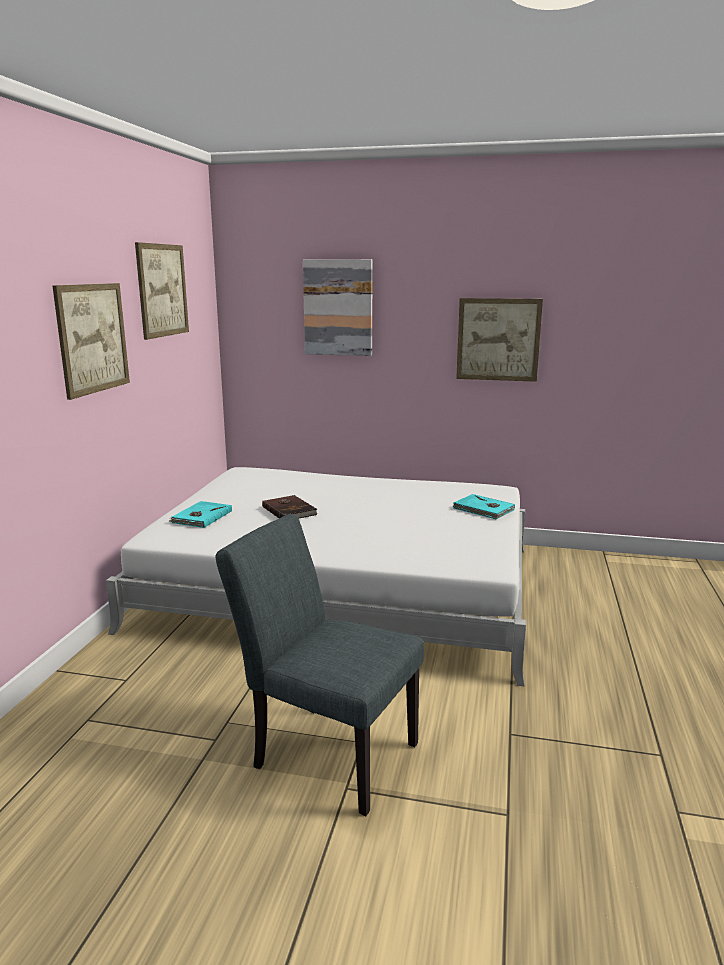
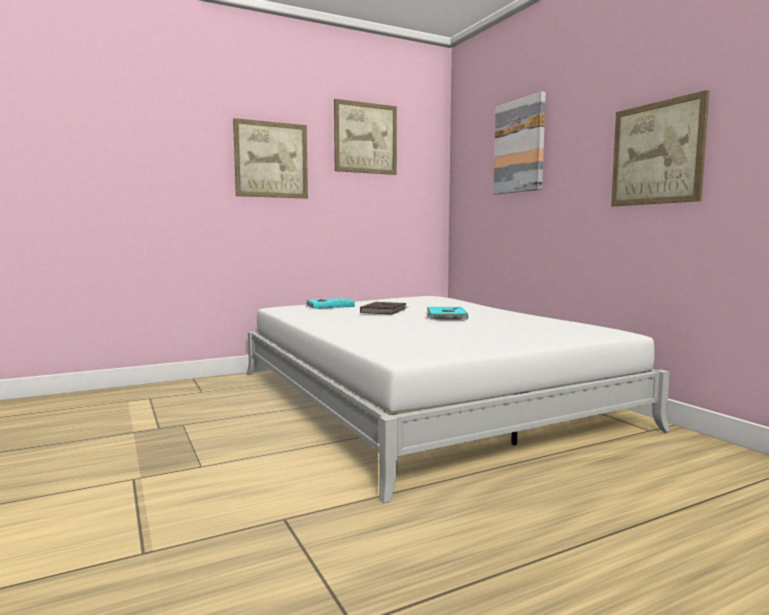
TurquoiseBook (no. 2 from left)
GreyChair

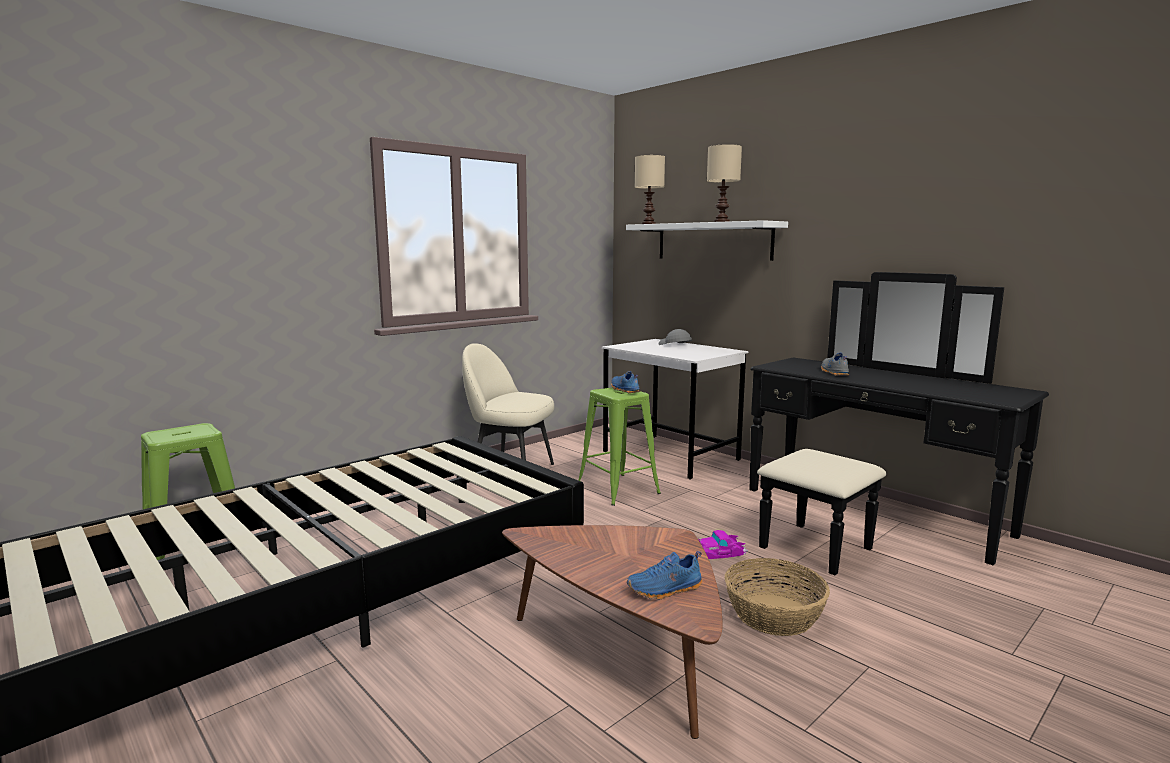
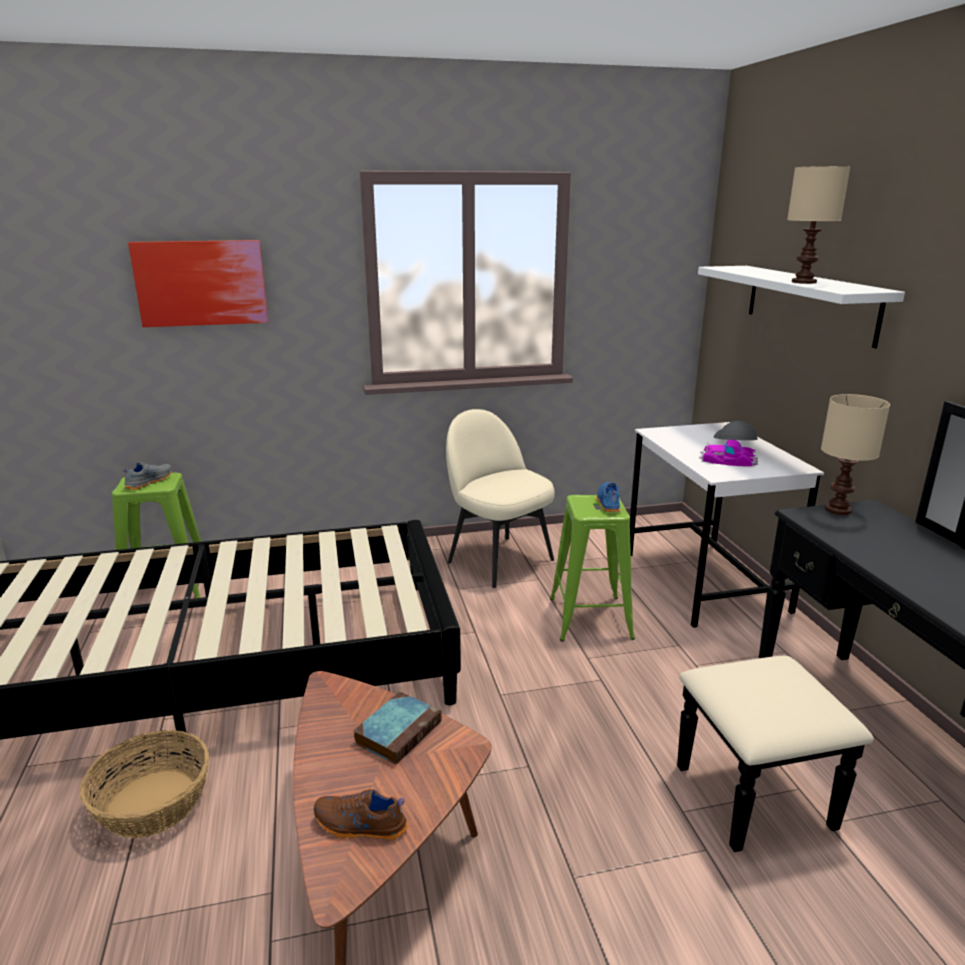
Basket
GreyShoe
Picture
BrownShoe
Book
ToyCar
BeigeTableLamp (no. 2 from left)

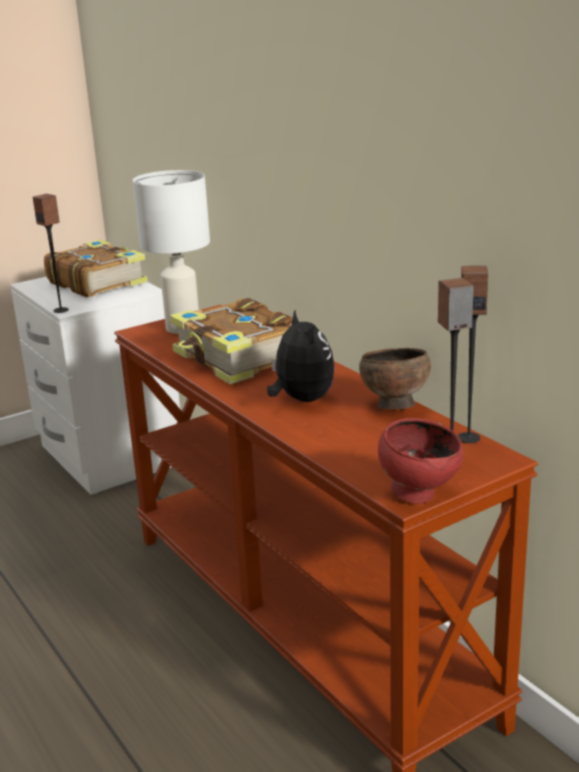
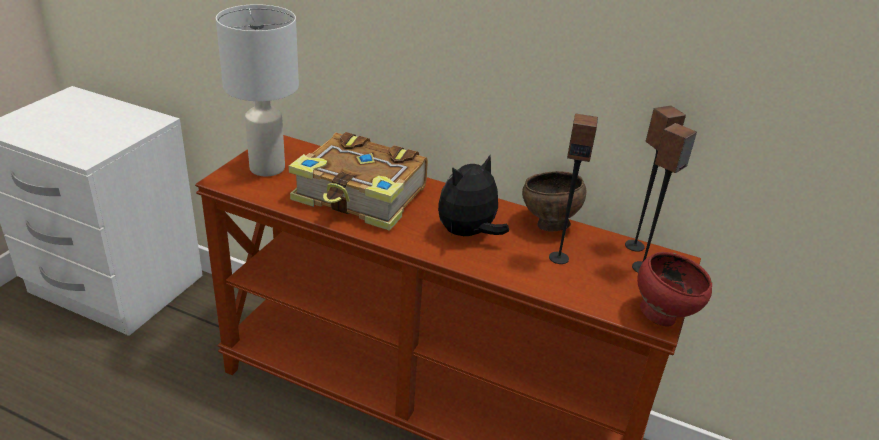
PlushToy
Speaker (no. 1 from left)
Book (no. 1 from left in the first image)

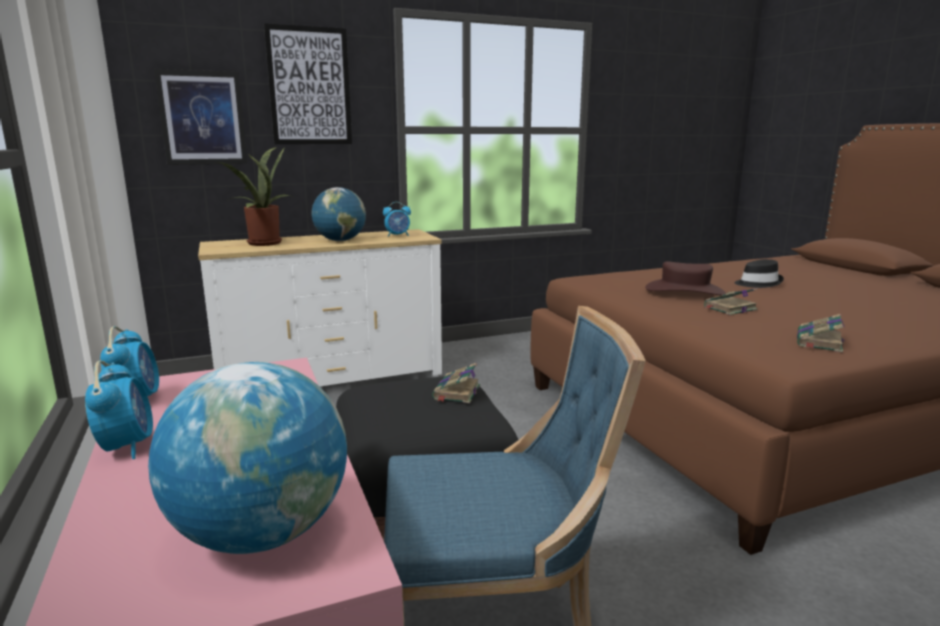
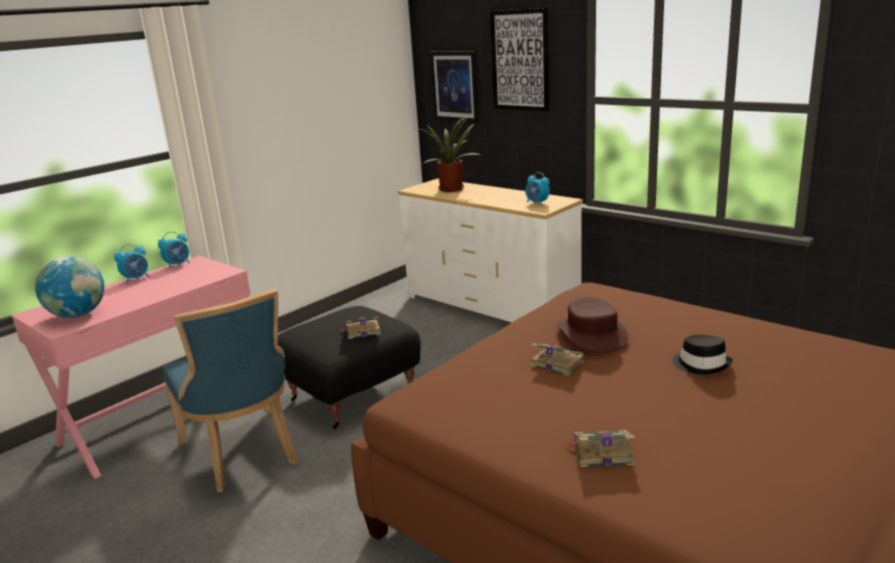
Book (no. 3 from left)
Globe (no. 2 from left in the first image)

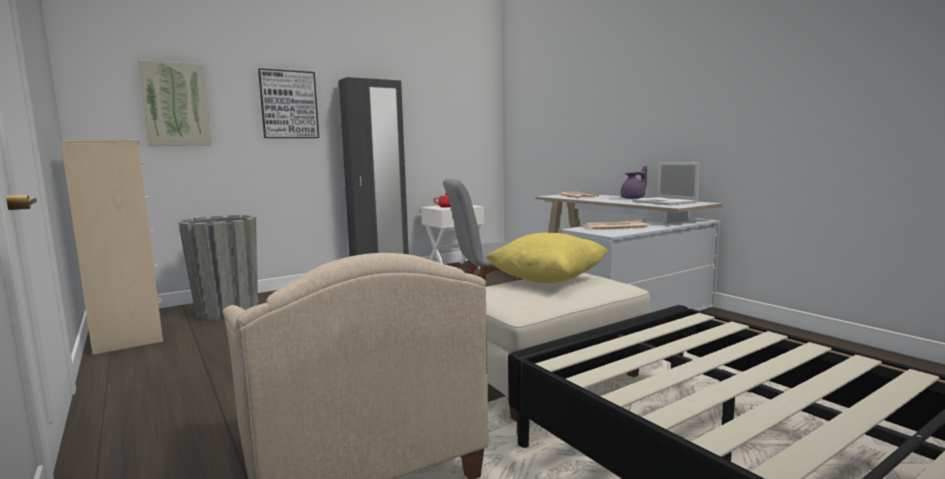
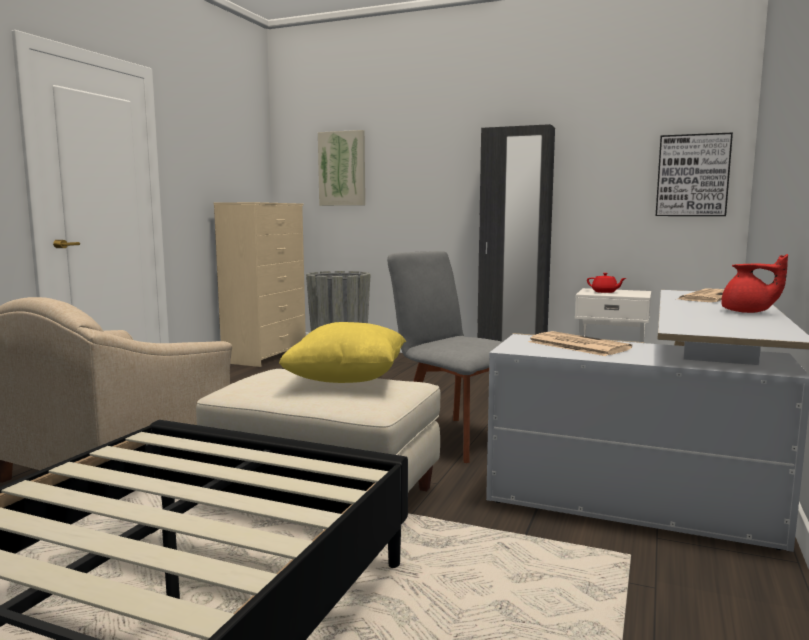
Picture (no. 2 from left)
RedTeapot (no. 2 from left)
Laptop

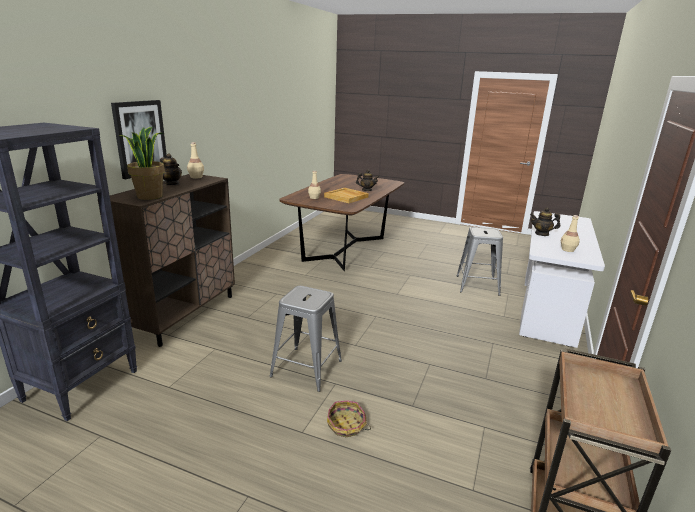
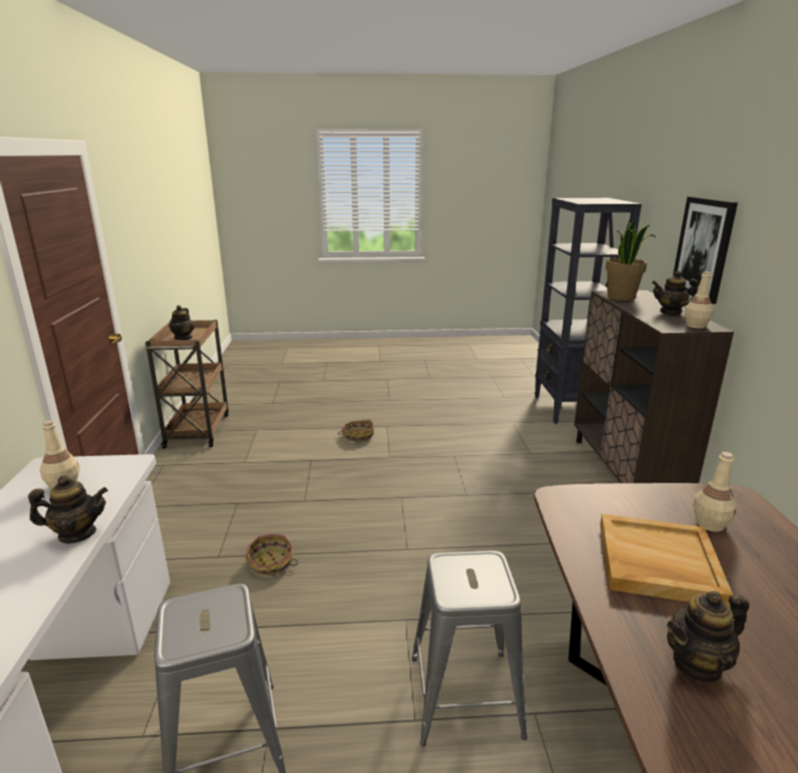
Teapot (no. 2 from left)
Basket (no. 1 from left)
GreyStool (no. 2 from left)

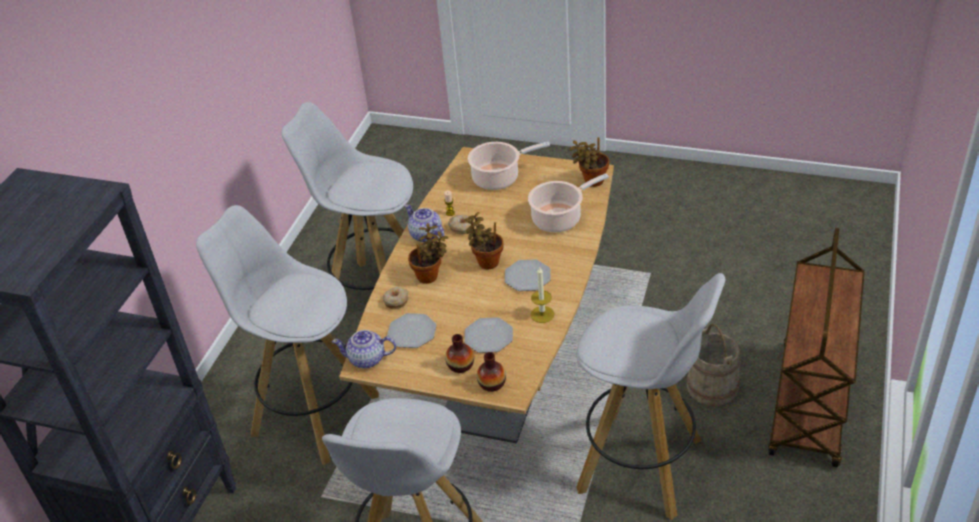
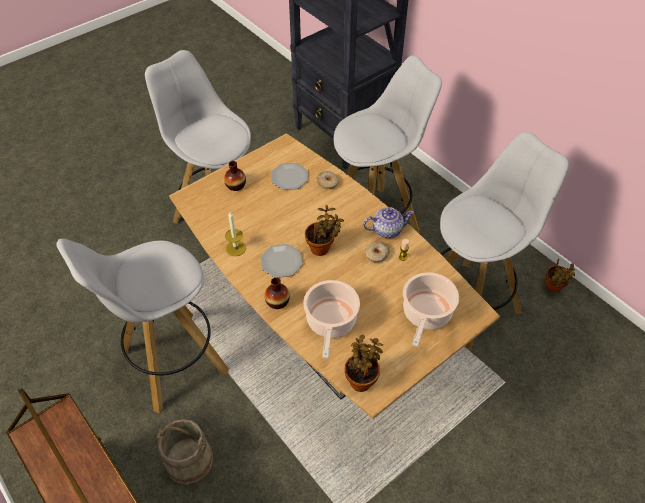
Vase (no. 2 from left)
PottedPlant (no. 3 from left)
Teapot (no. 1 from left in the first image)
Plate (no. 2 from left in the first image)

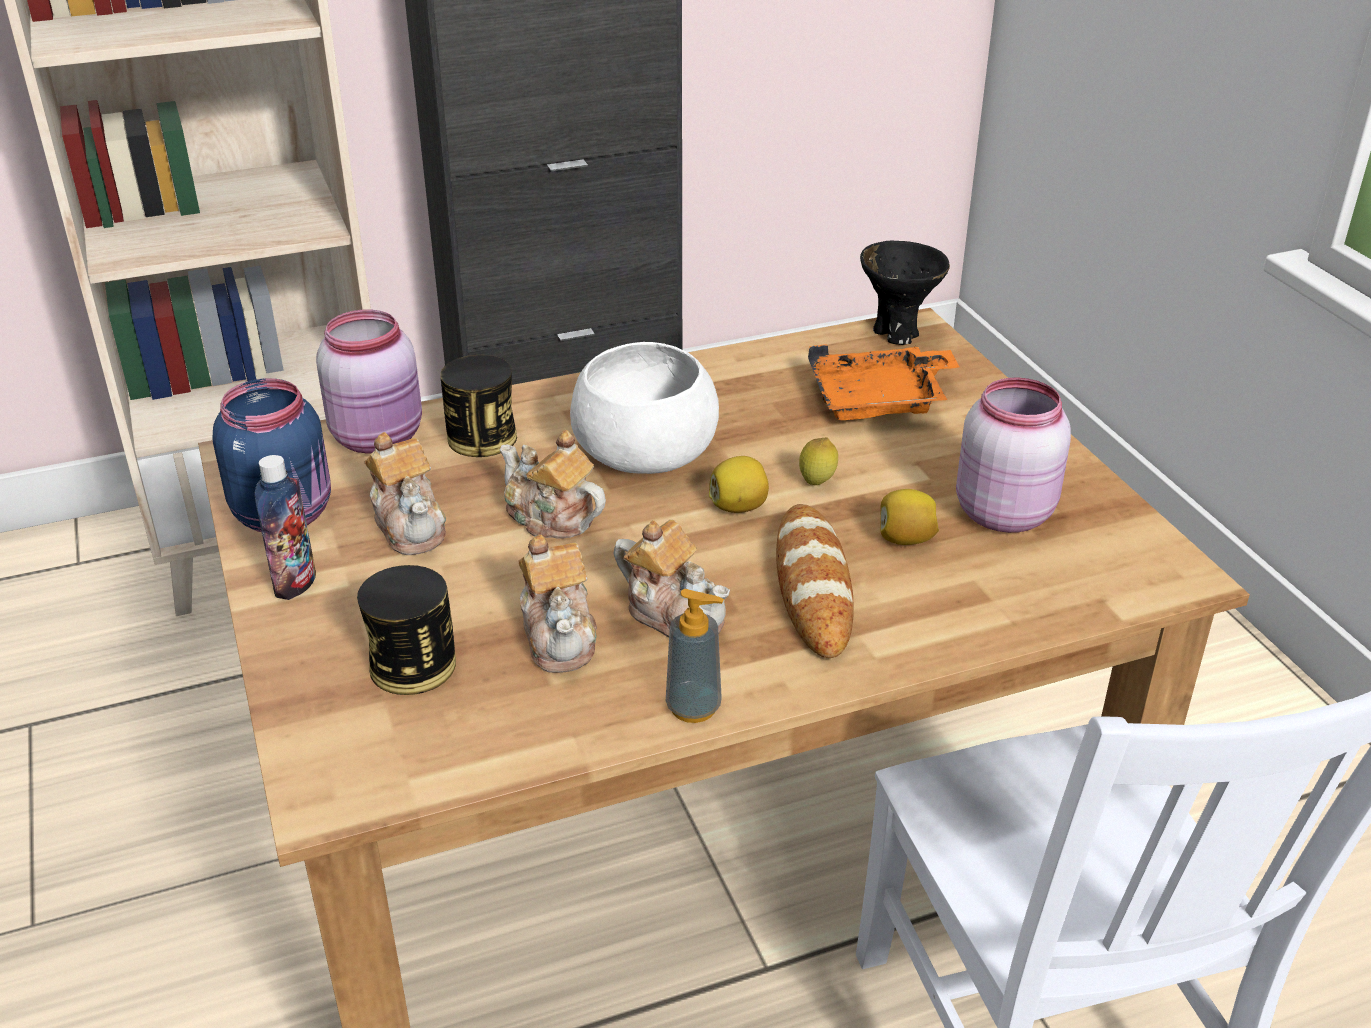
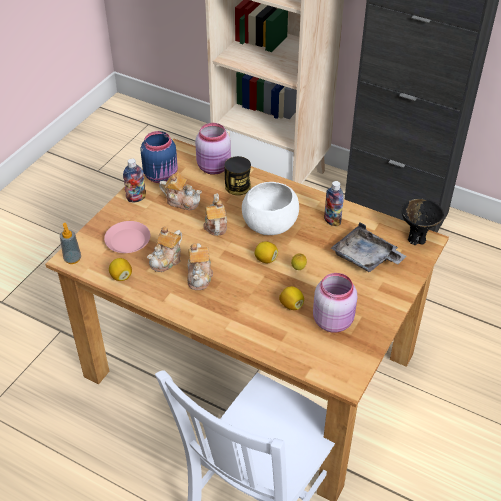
SoapDispenser
PinkPlate
Lemon (no. 1 from left)
Teapot (no. 2 from left)
Bottle (no. 2 from left)
GreyTray
Bread

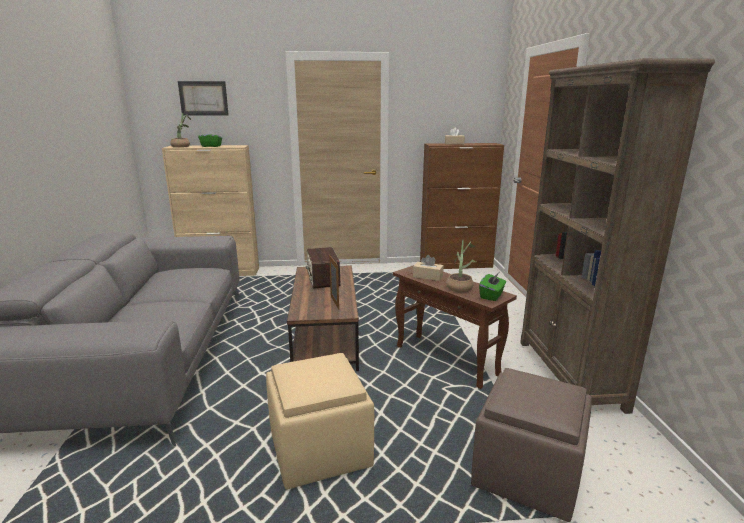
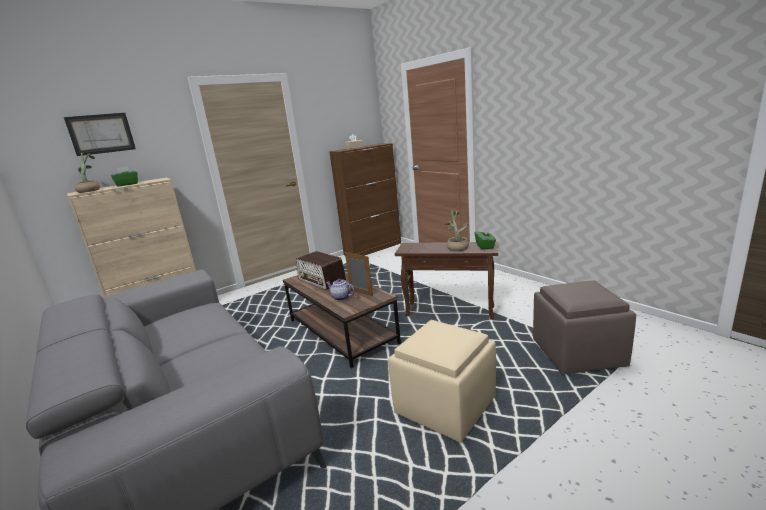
Teapot
BeigeTissueBox (no. 1 from left in the first image)
BrownBookcase

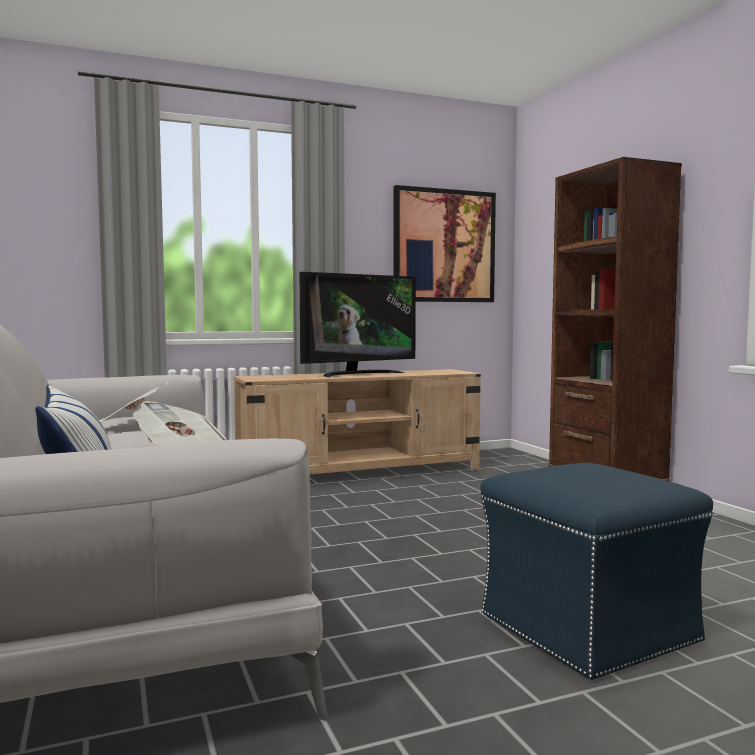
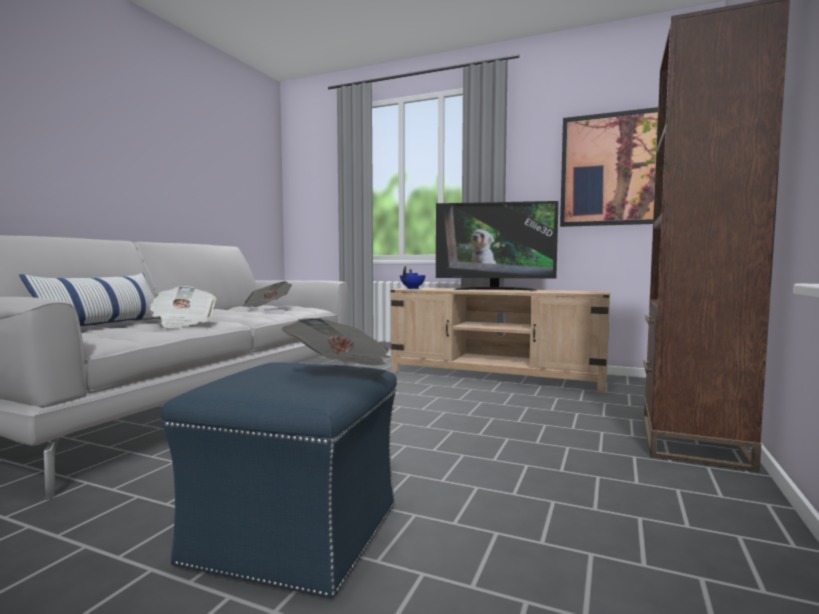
Newspaper (no. 3 from left)
BlueTeapot

